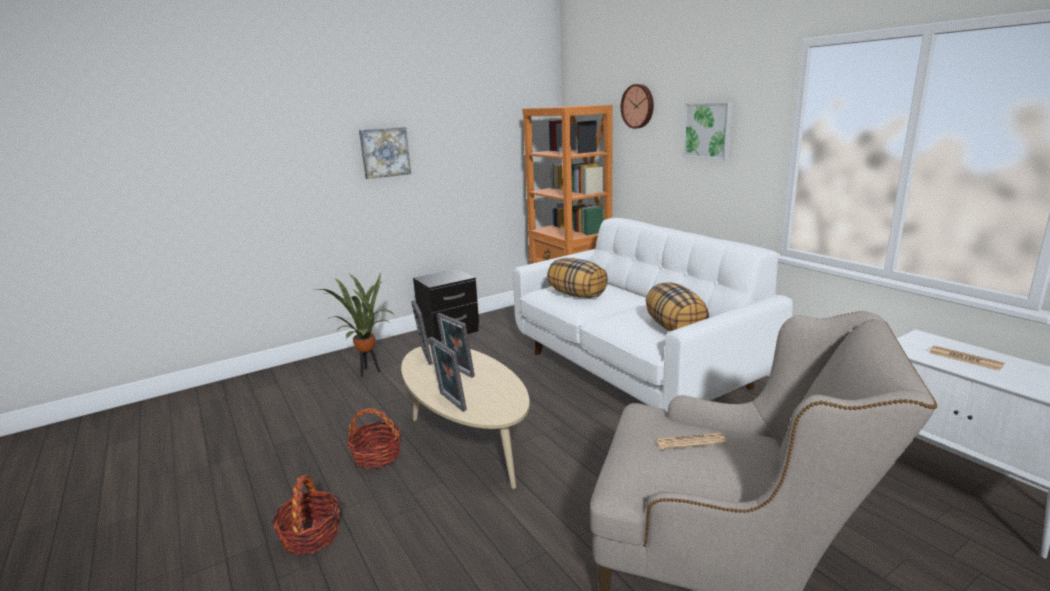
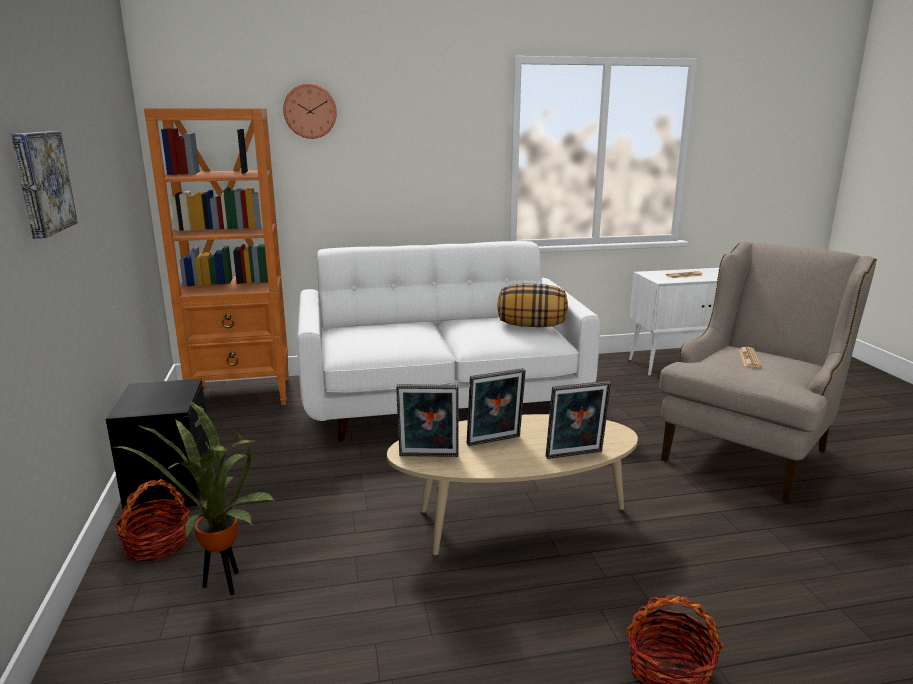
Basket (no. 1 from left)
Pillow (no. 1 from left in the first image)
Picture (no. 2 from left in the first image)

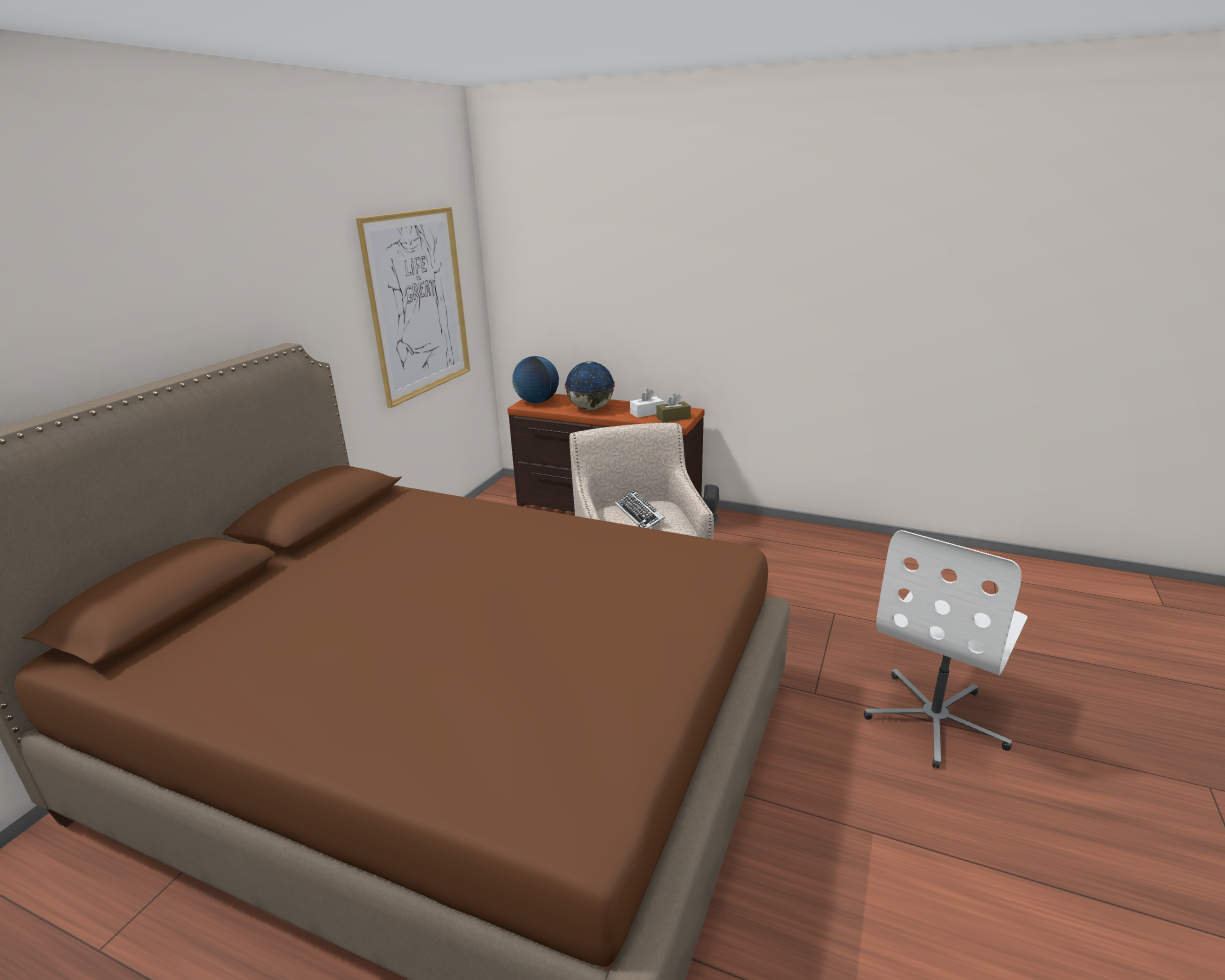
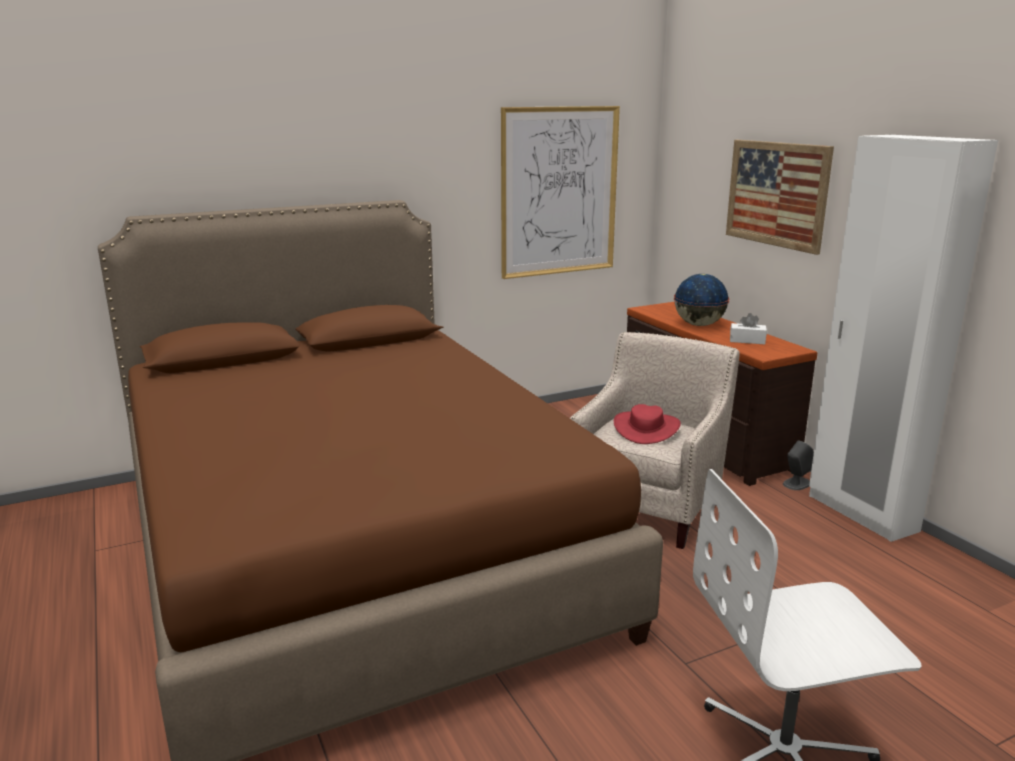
RedHat
Picture (no. 2 from left)
WhiteWardrobe
Globe (no. 1 from left in the first image)
BrownTissueBox

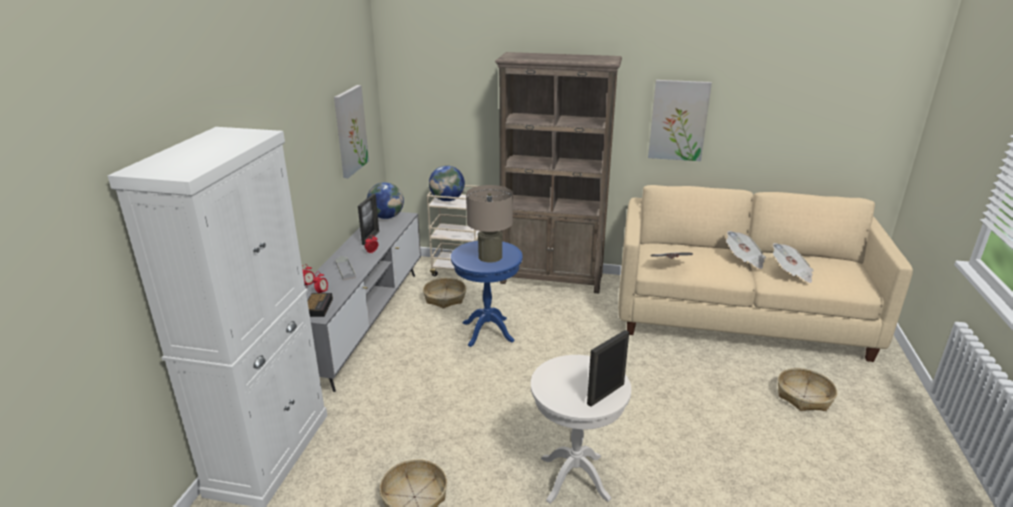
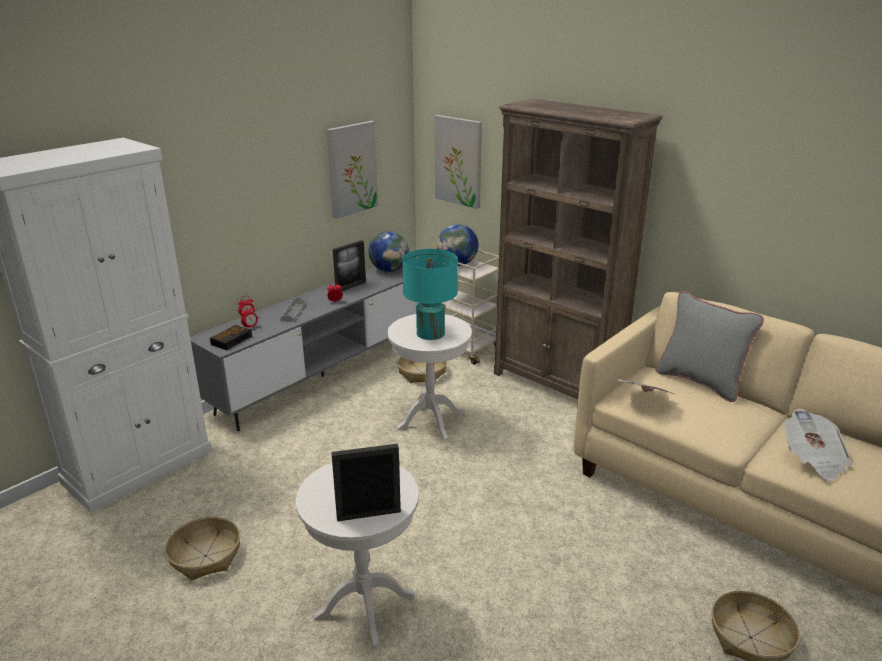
WhiteSideTable (no. 2 from left)
TurquoiseTableLamp
Picture (no. 2 from left)
GreyPillow
Newspaper (no. 2 from left in the first image)

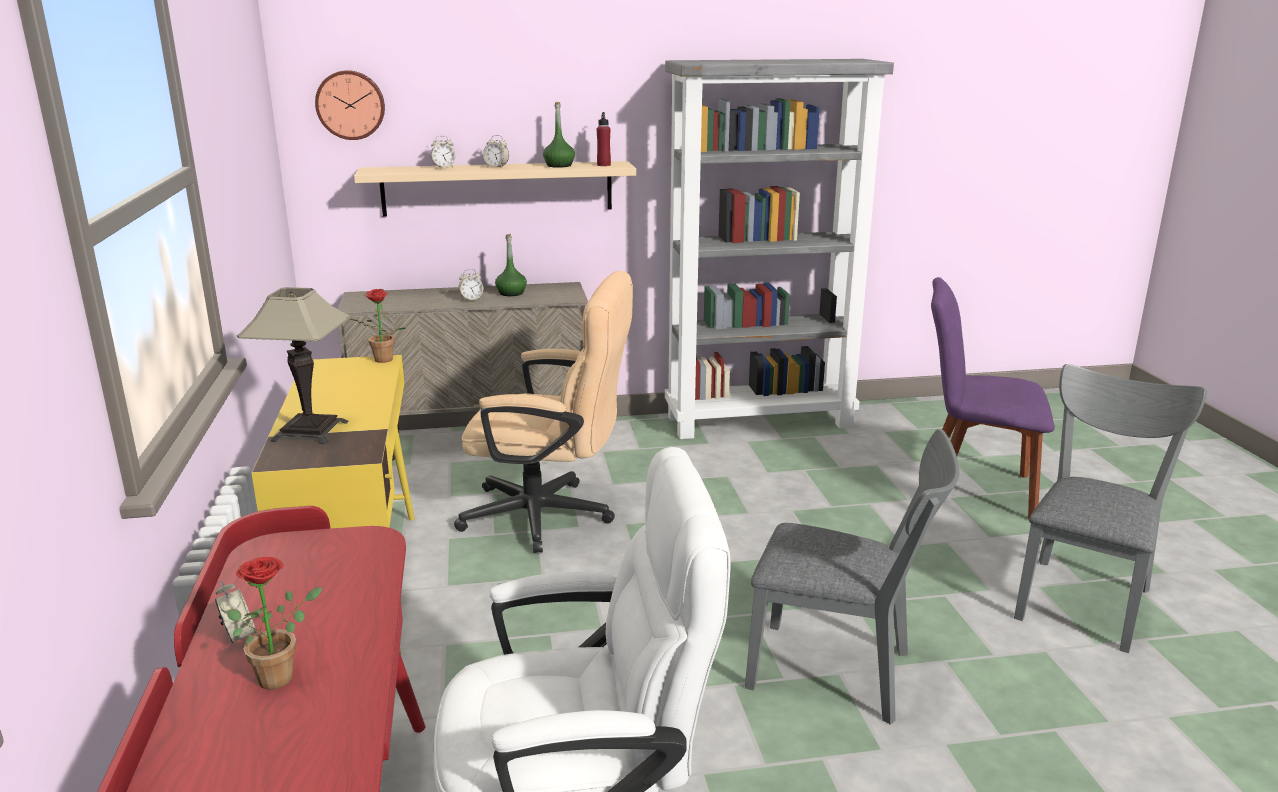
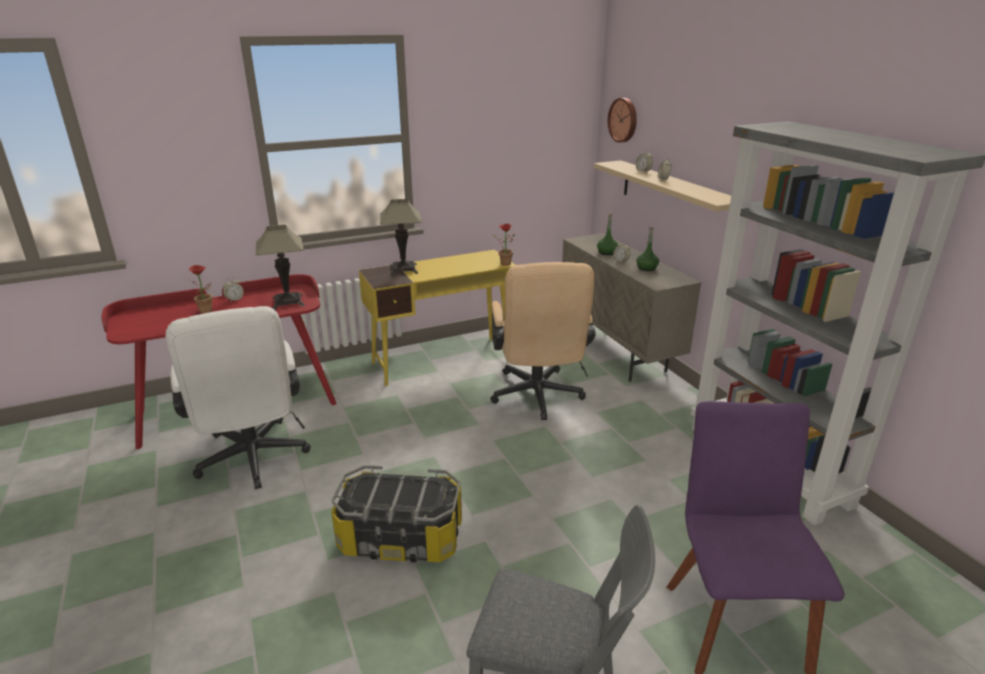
TableLamp (no. 1 from left)
StorageBox
GreenBottle (no. 1 from left)
RedBottle

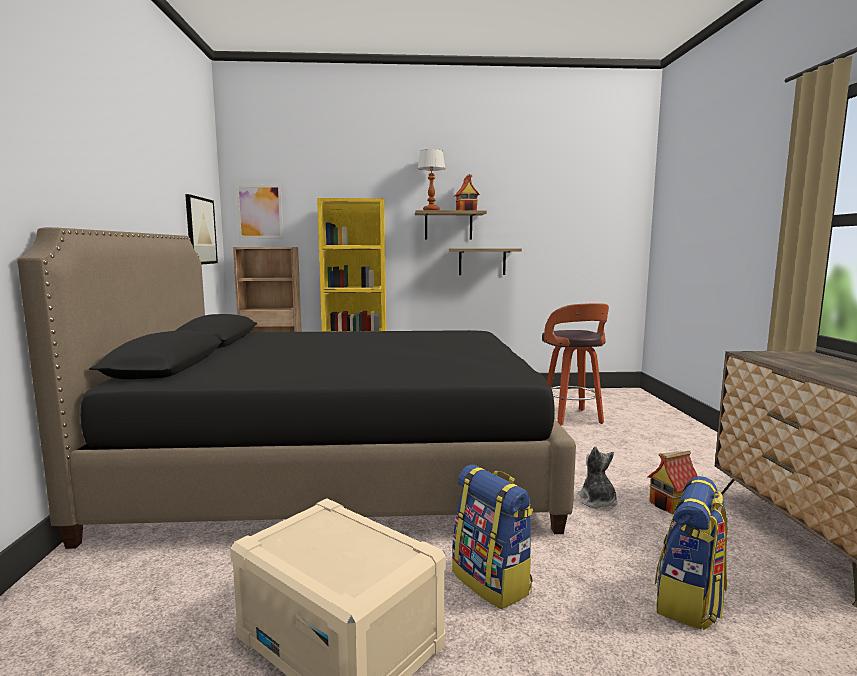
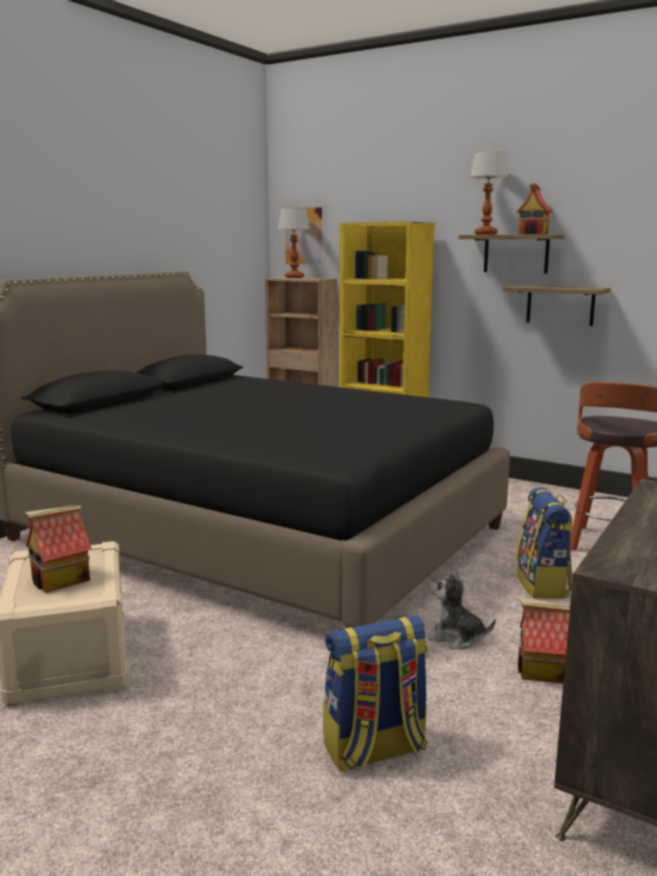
ToyHouse (no. 1 from left)
TableLamp (no. 1 from left)
PlushToy
Backpack (no. 2 from left)
Picture (no. 1 from left in the first image)

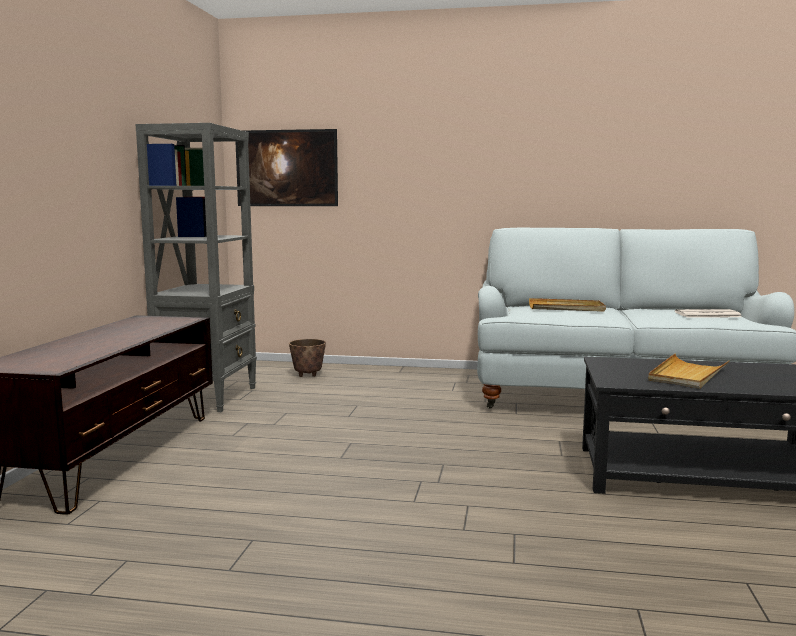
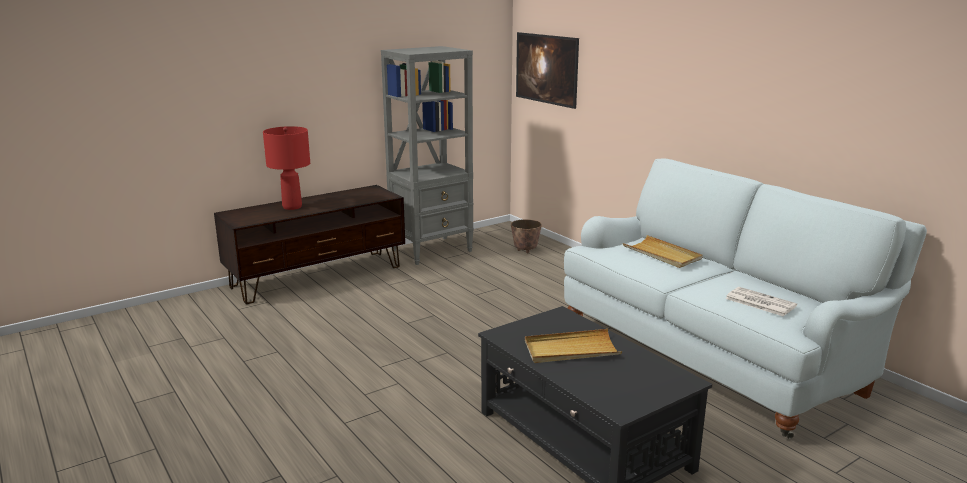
RedTableLamp

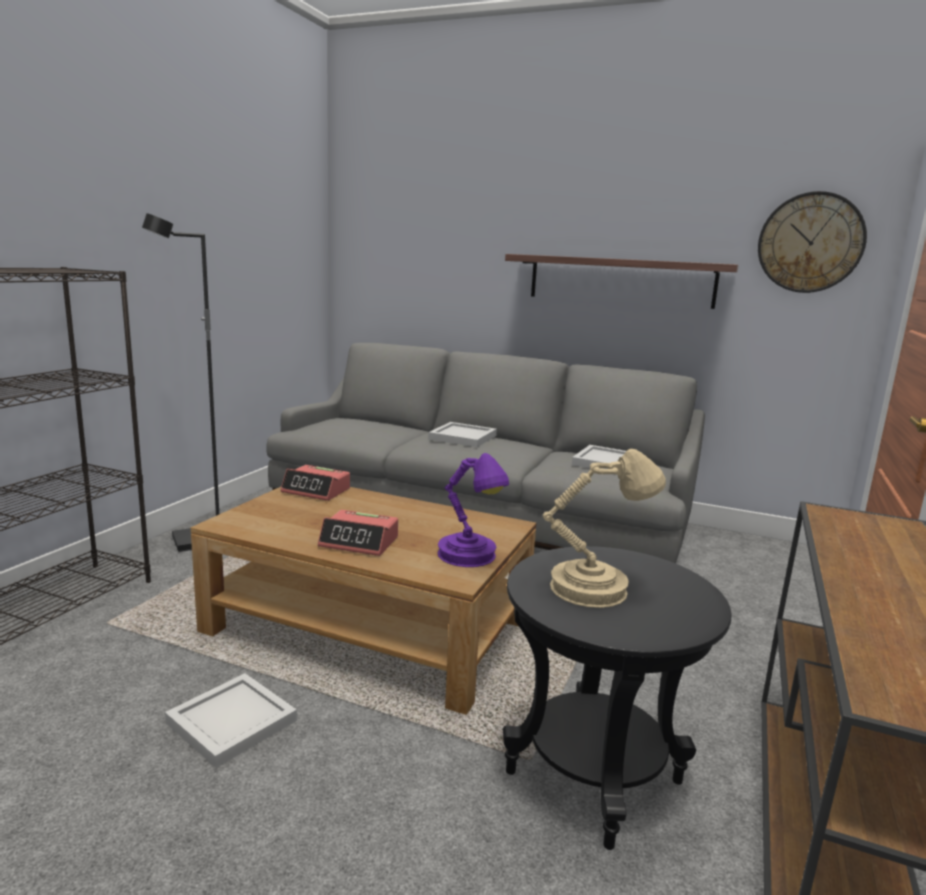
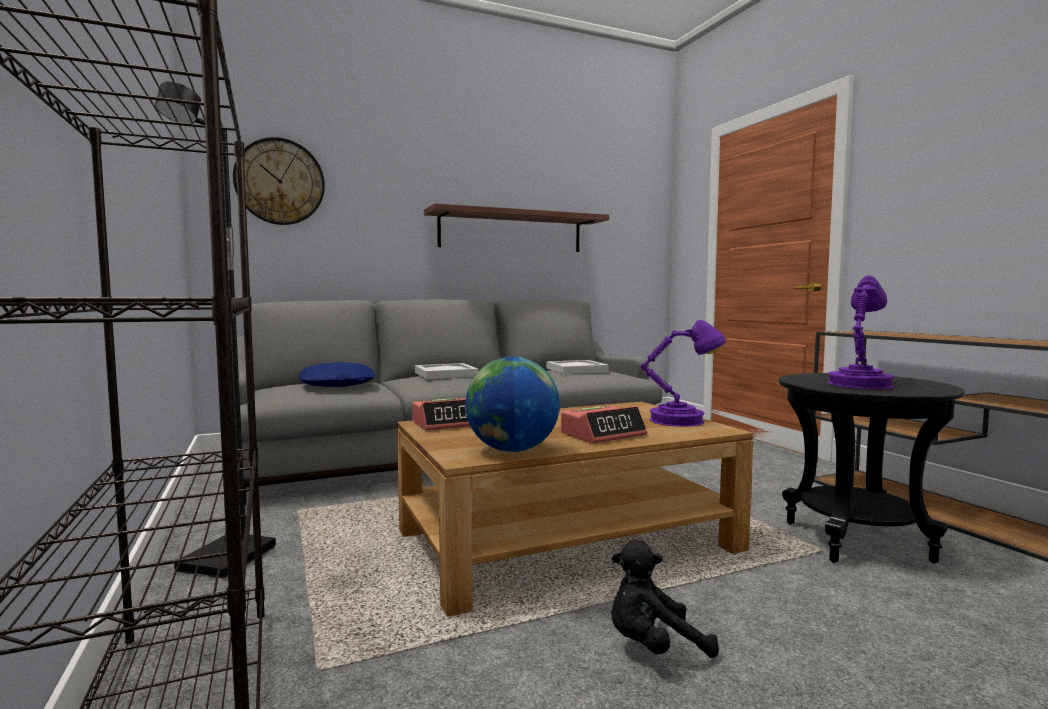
WallClock
BluePillow
Globe
BlackPlushToy
PurpleTableLamp (no. 2 from left)

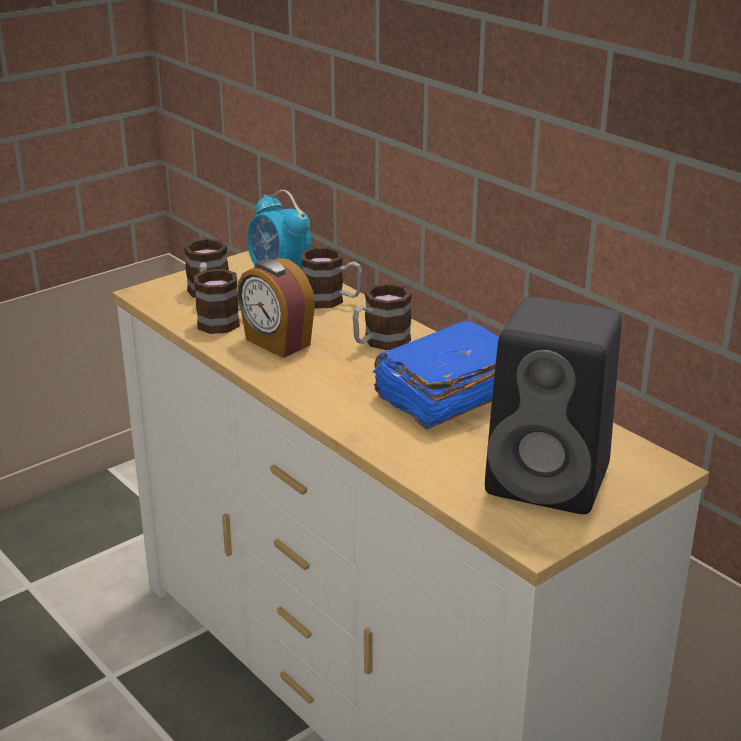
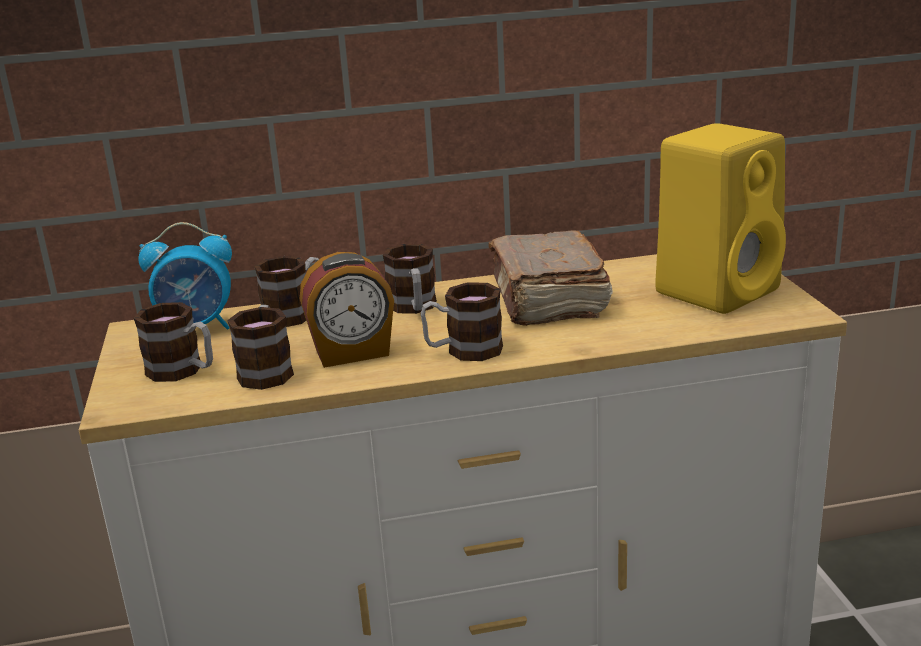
Mug (no. 5 from left)
BrownBook
YellowSpeaker

